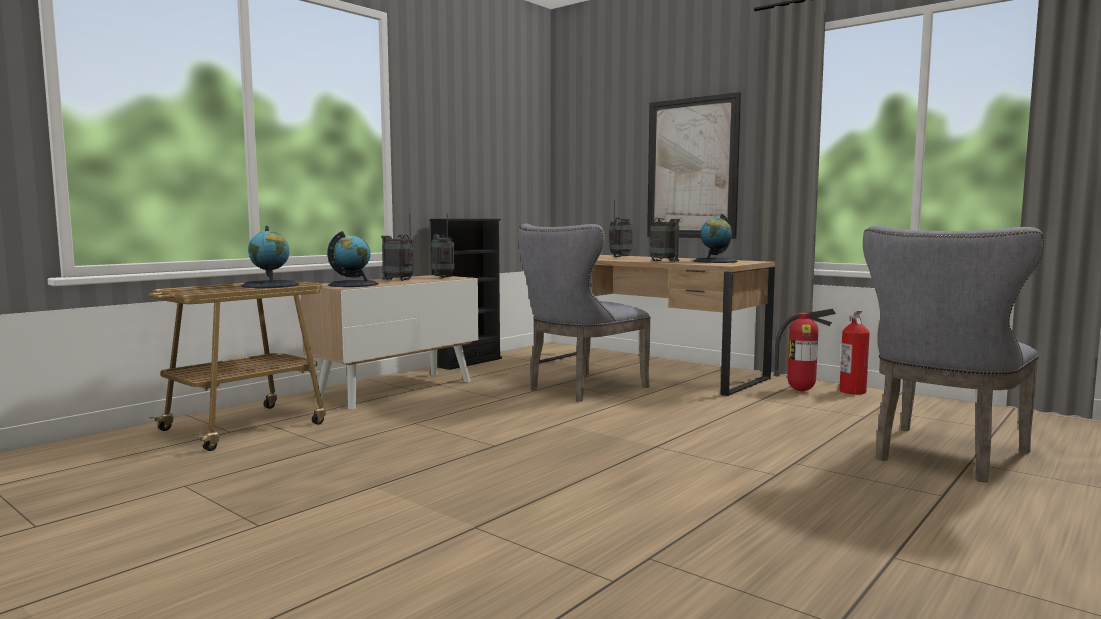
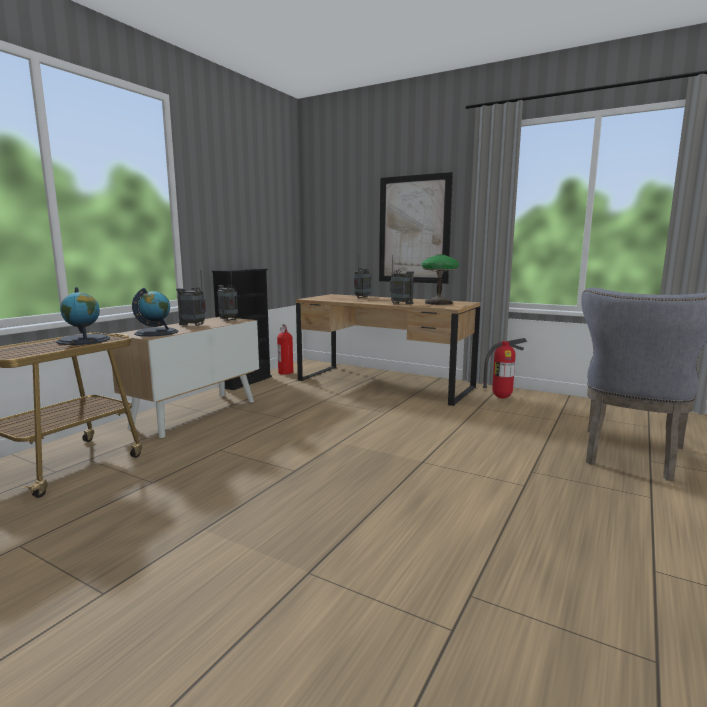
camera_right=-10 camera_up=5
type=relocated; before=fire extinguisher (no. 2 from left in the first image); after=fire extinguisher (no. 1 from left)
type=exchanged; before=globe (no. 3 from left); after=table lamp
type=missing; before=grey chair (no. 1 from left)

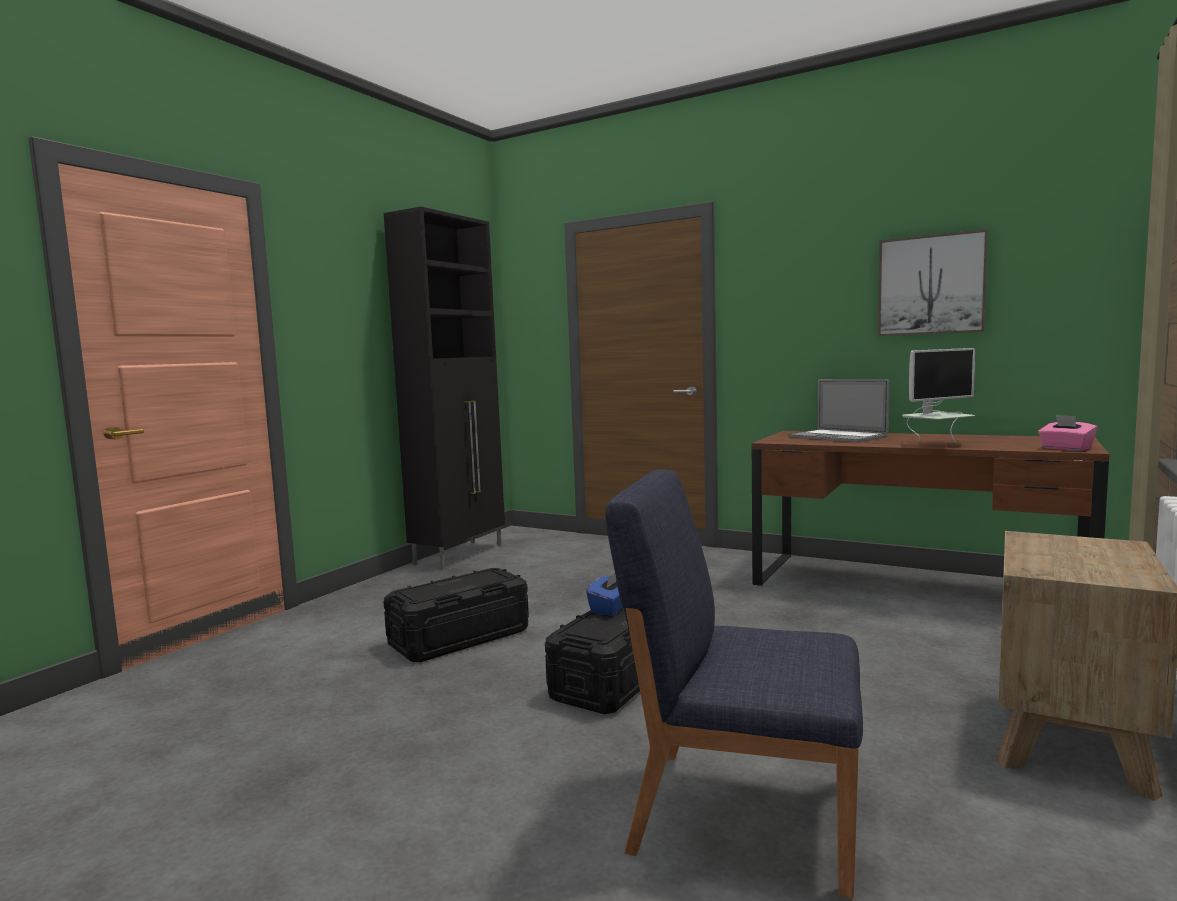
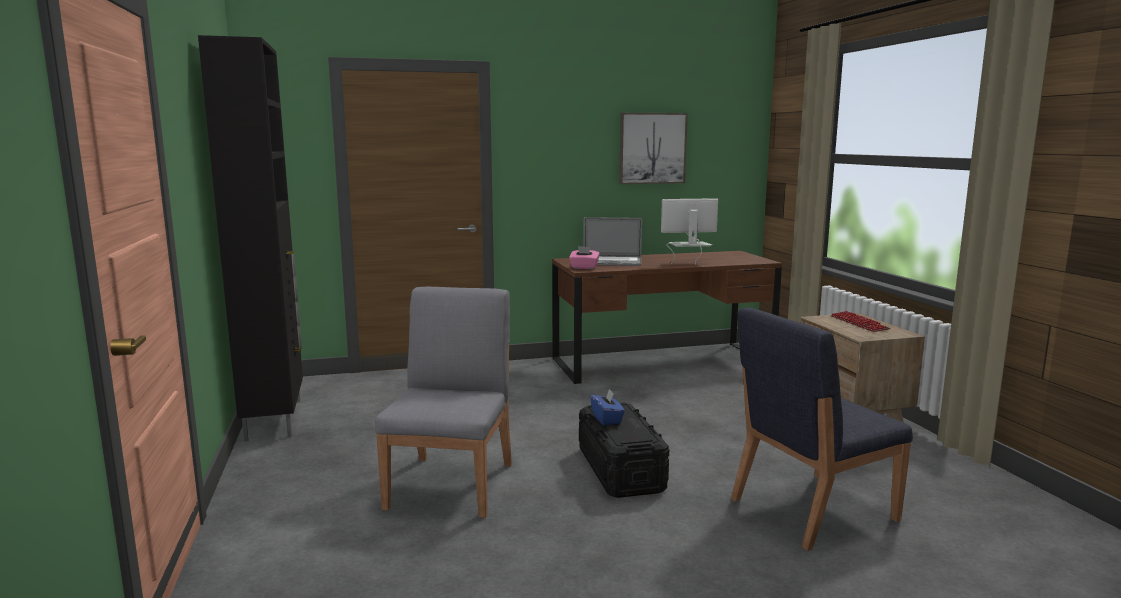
camera_right=-45 camera_up=5
type=exchanged; before=black storage box (no. 1 from left); after=grey chair
type=relocated; before=pink tissue box
type=spun; before=monitor; turn=-120
type=appeared; after=keyboard

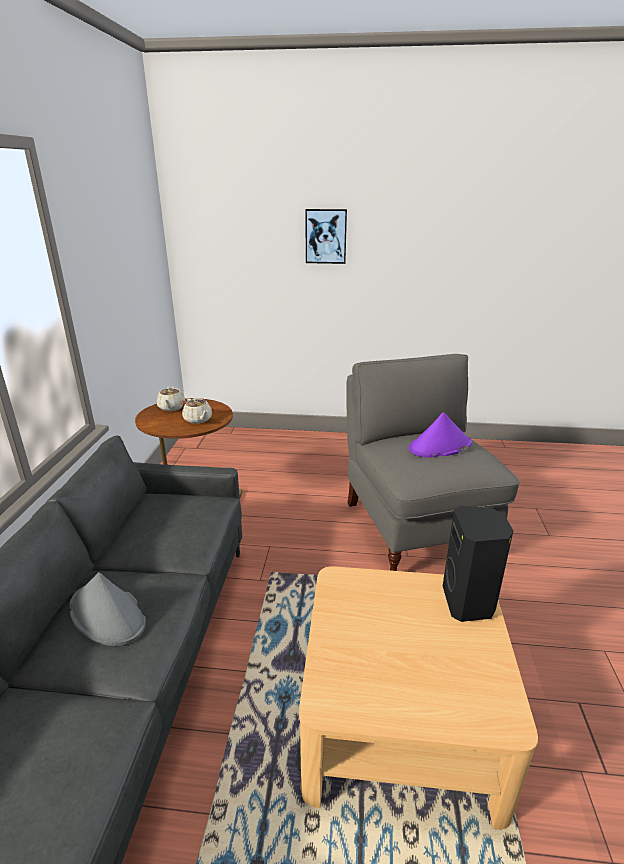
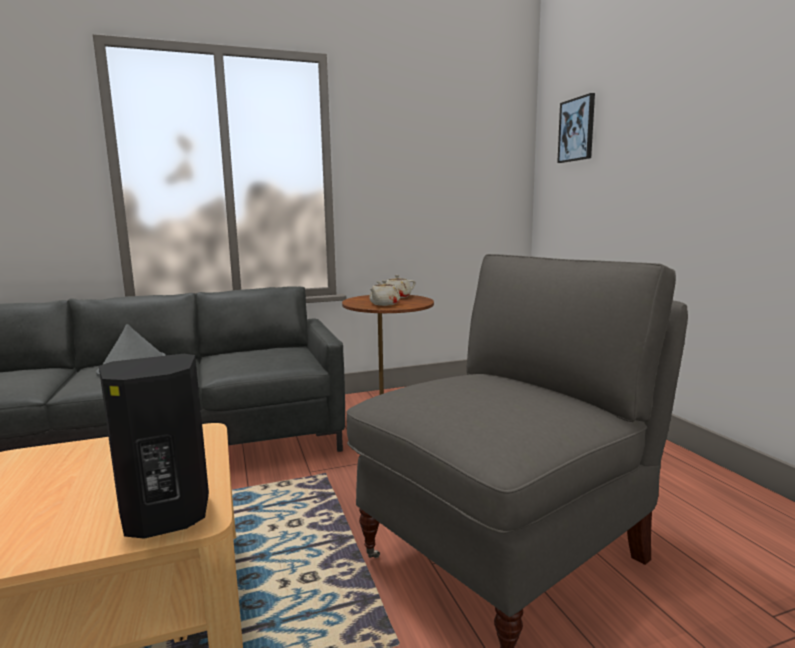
camera_right=65 camera_up=-15
type=relocated; before=picture
type=missing; before=purple hat

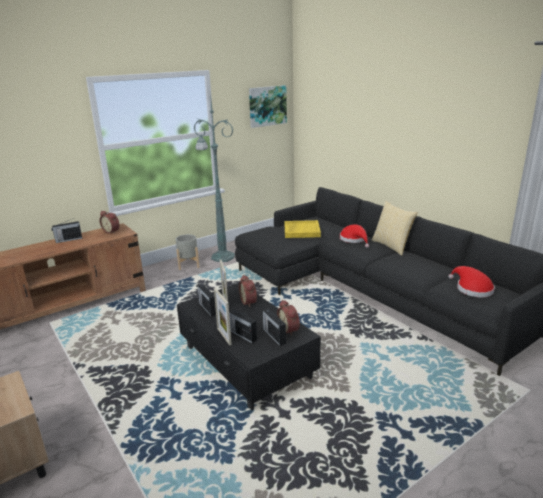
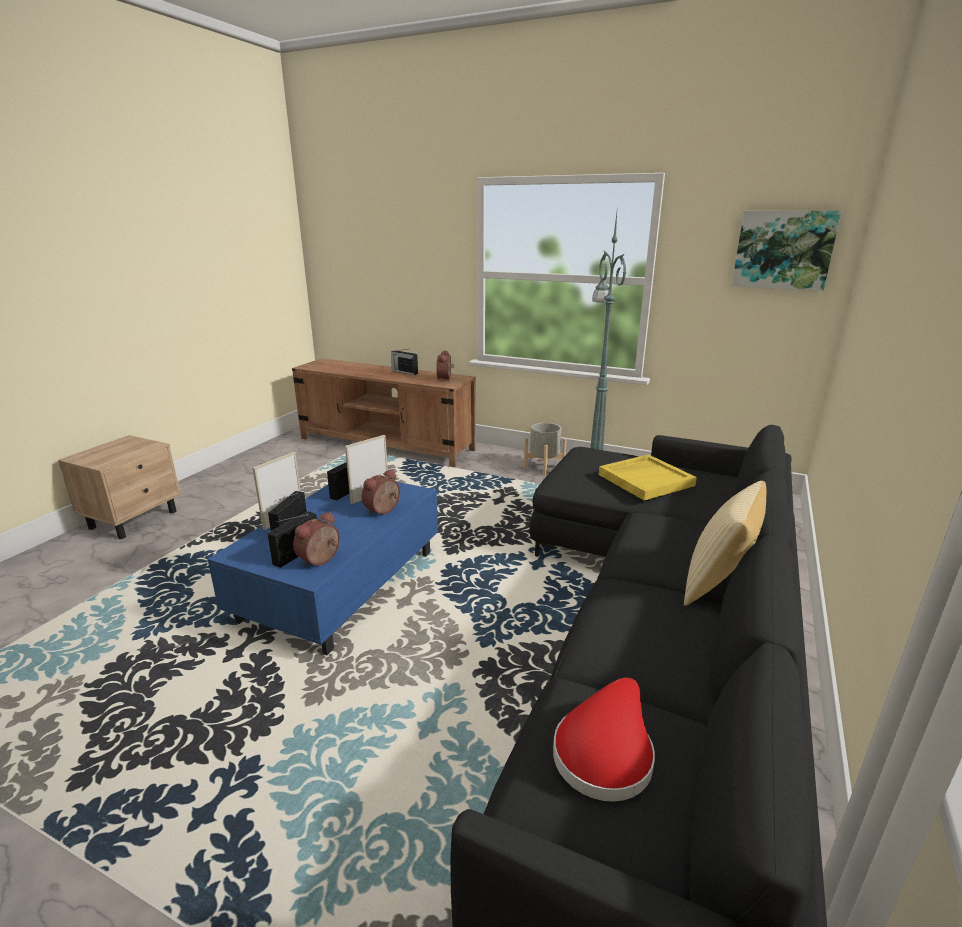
camera_right=60 camera_up=0
type=colour; before=black coffee table; after=blue coffee table
type=missing; before=red hat (no. 1 from left)

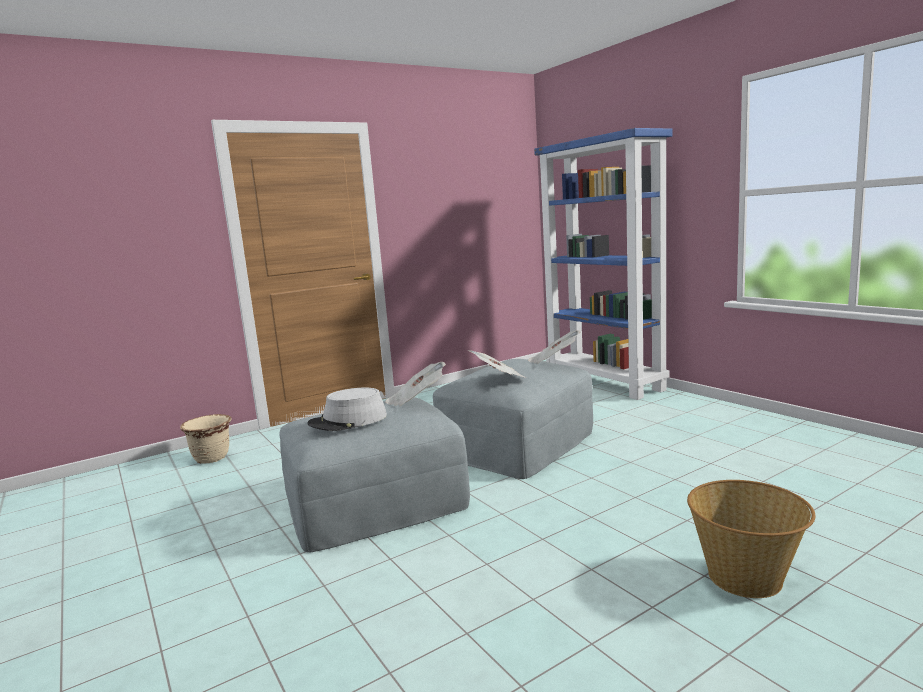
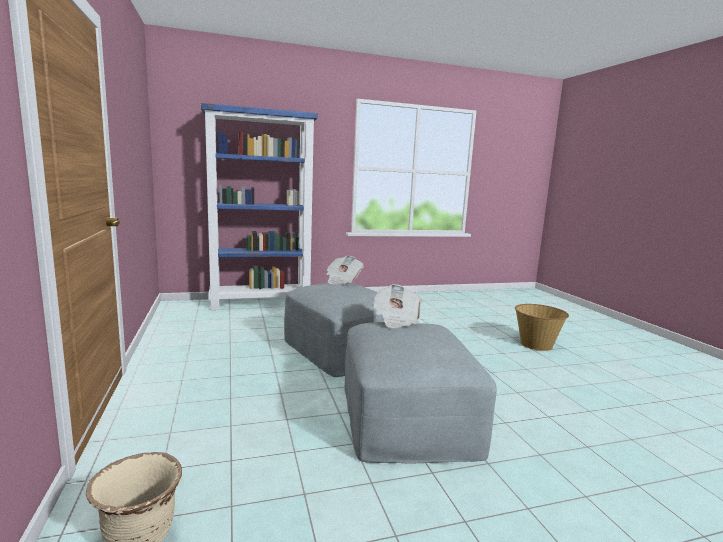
camera_right=-75 camera_up=0
type=missing; before=grey hat
type=missing; before=newspaper (no. 2 from left)

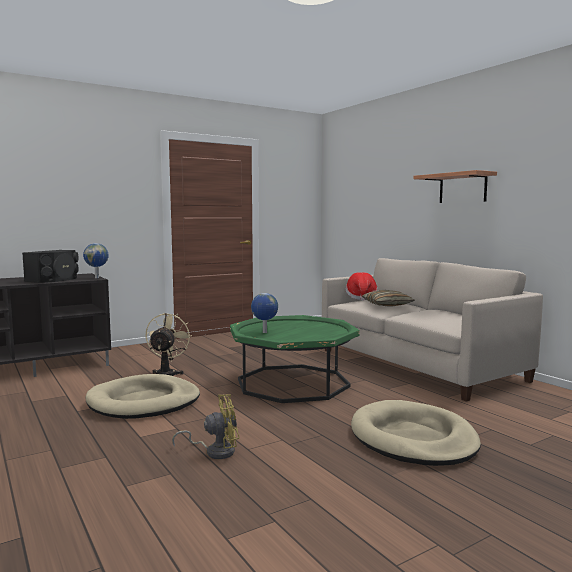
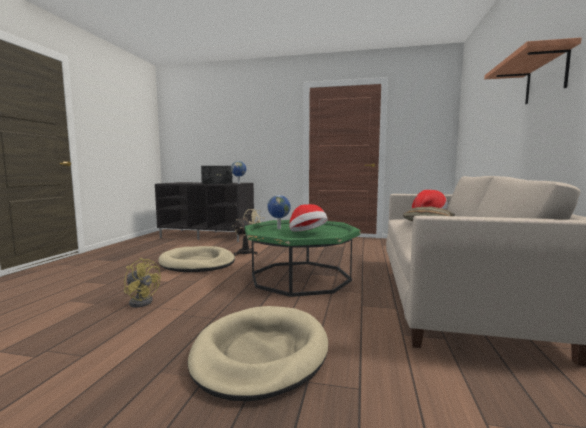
camera_right=45 camera_up=0
type=appeared; after=hat (no. 1 from left)

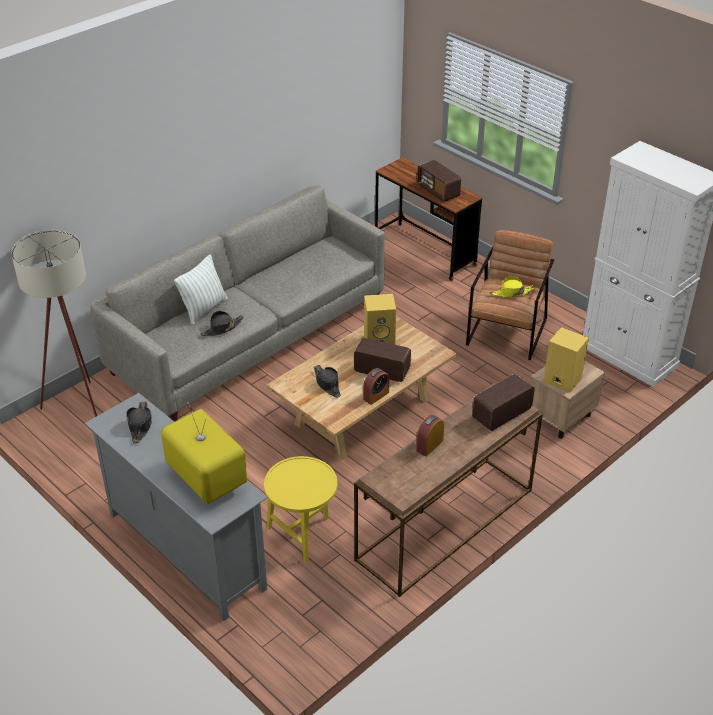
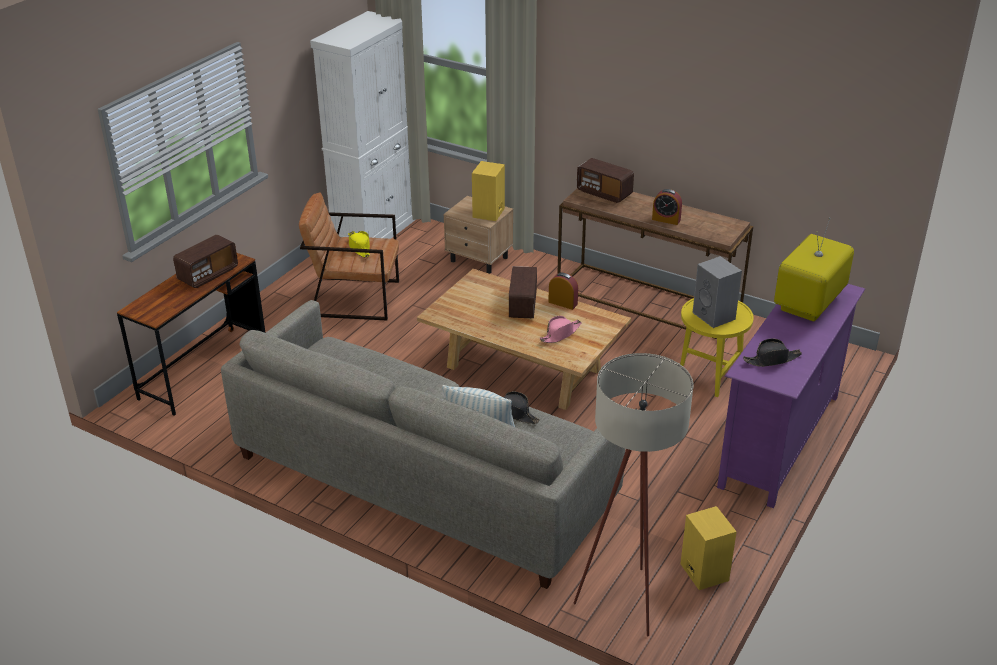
camera_right=-105 camera_up=-5
type=colour; before=black hat (no. 3 from left); after=pink hat
type=relocated; before=yellow speaker (no. 1 from left in the first image); after=yellow speaker (no. 2 from left)
type=appeared; after=grey speaker
type=colour; before=grey tv stand; after=purple tv stand

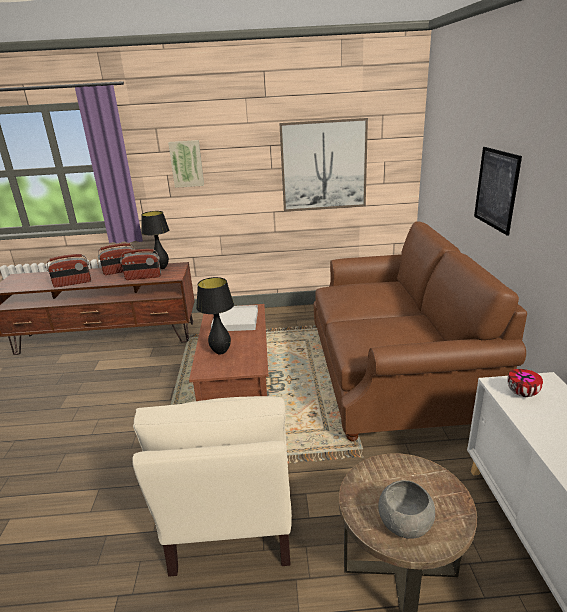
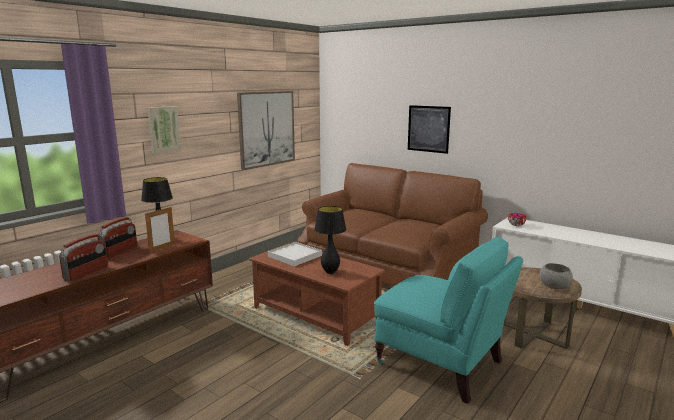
camera_right=-50 camera_up=-10
type=exchanged; before=radio (no. 3 from left); after=picture frame
type=colour; before=beige armchair; after=turquoise armchair

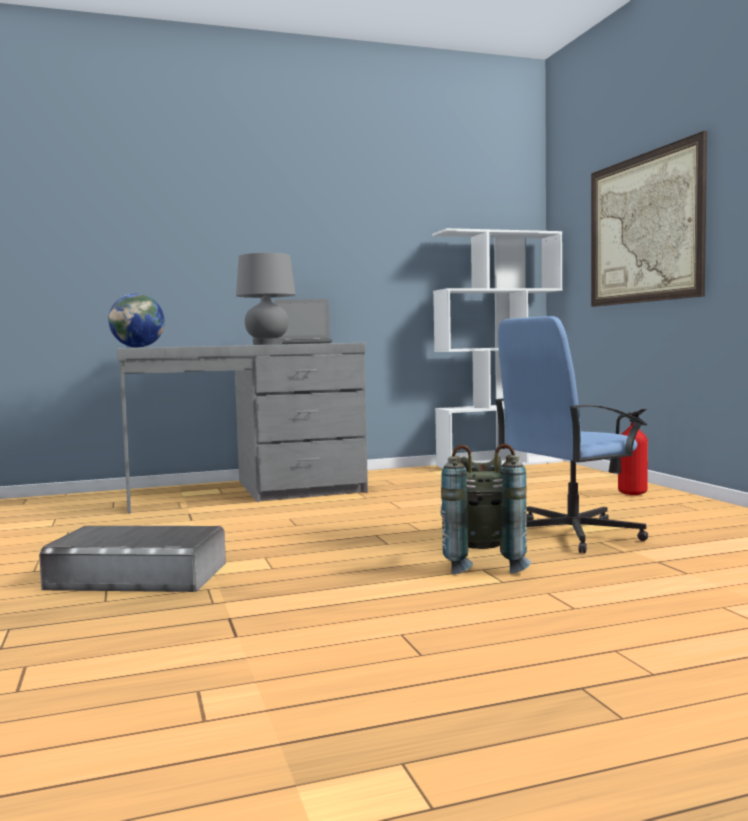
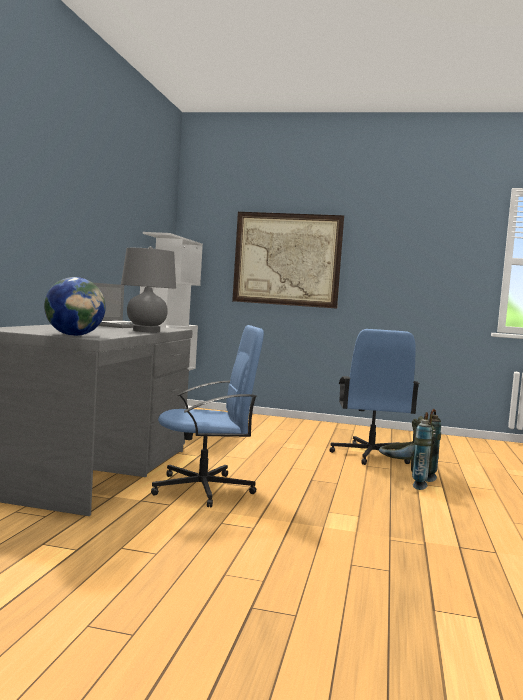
camera_right=-60 camera_up=0
type=appeared; after=blue office chair (no. 1 from left)
type=missing; before=grey storage box
type=missing; before=fire extinguisher

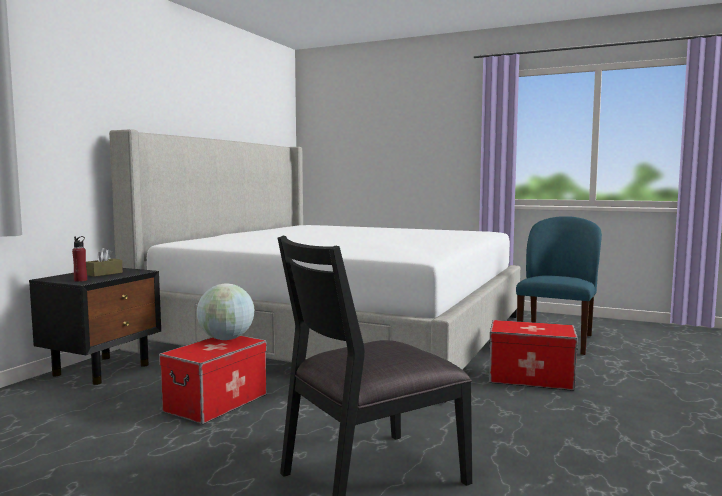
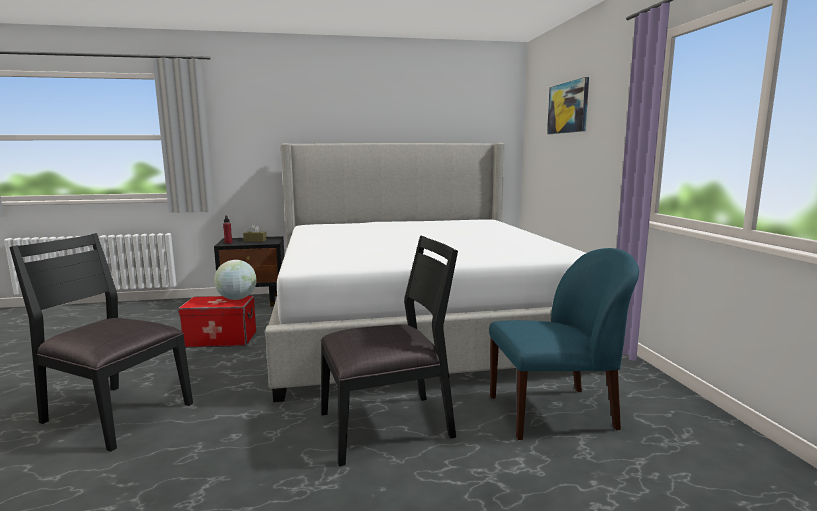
camera_right=55 camera_up=5
type=exchanged; before=storage box (no. 2 from left); after=black chair (no. 2 from left)
type=appeared; after=picture

